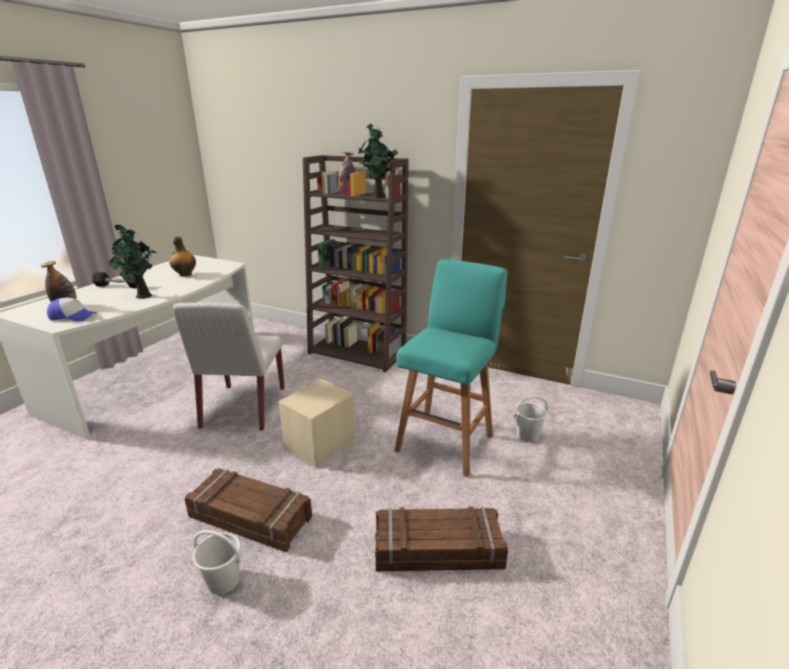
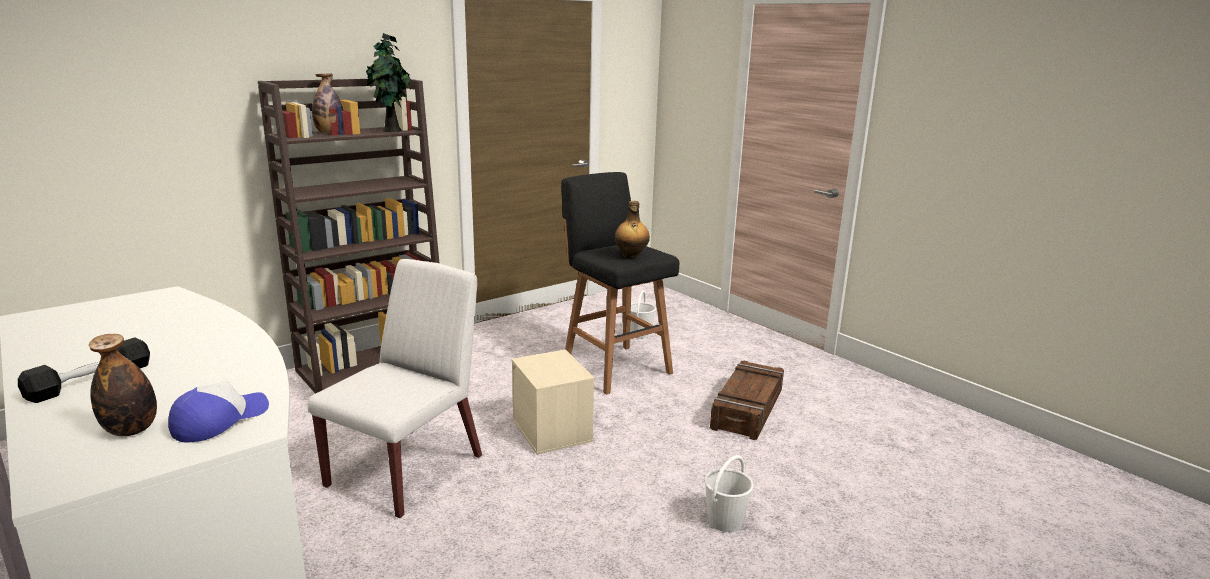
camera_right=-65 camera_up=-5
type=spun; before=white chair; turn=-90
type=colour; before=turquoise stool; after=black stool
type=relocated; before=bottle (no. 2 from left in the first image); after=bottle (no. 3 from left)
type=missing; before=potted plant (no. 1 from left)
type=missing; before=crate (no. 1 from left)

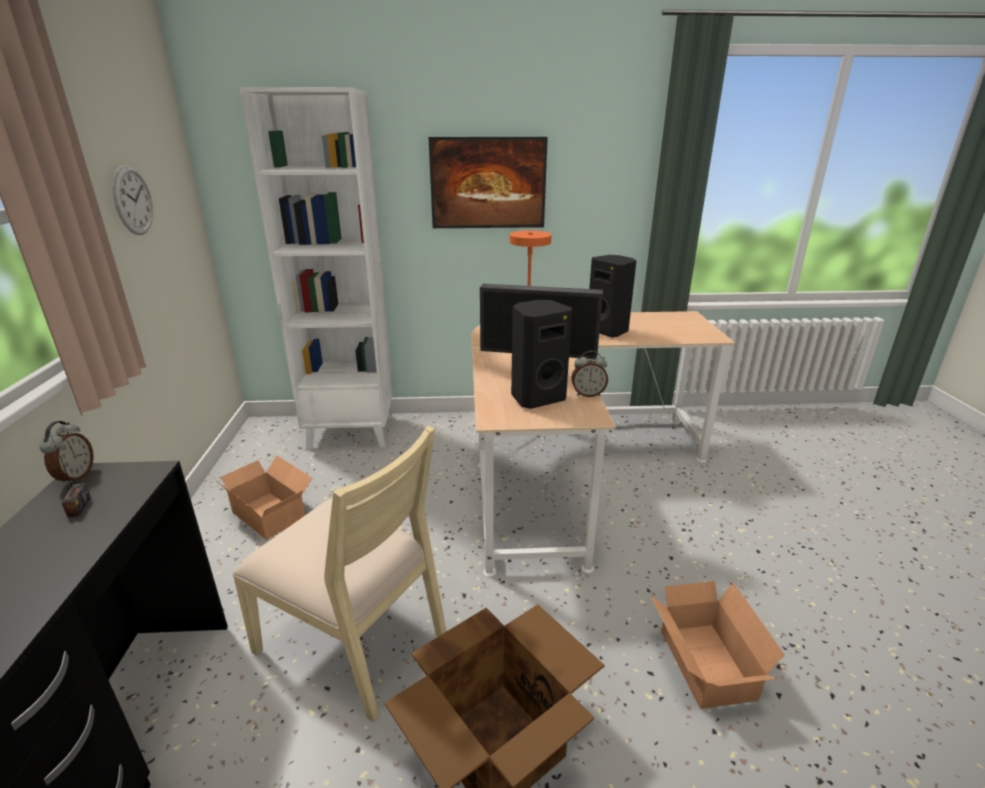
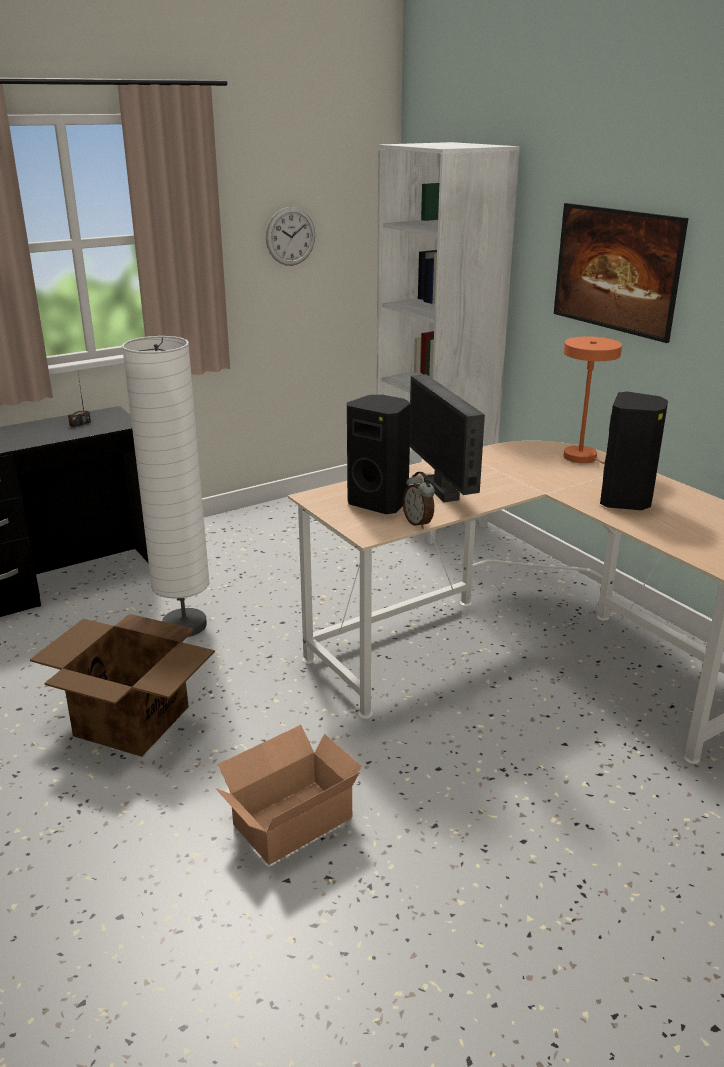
camera_right=60 camera_up=0
type=exchanged; before=beige chair; after=white floor lamp
type=missing; before=alarm clock (no. 1 from left)
type=missing; before=cardboard box (no. 1 from left)

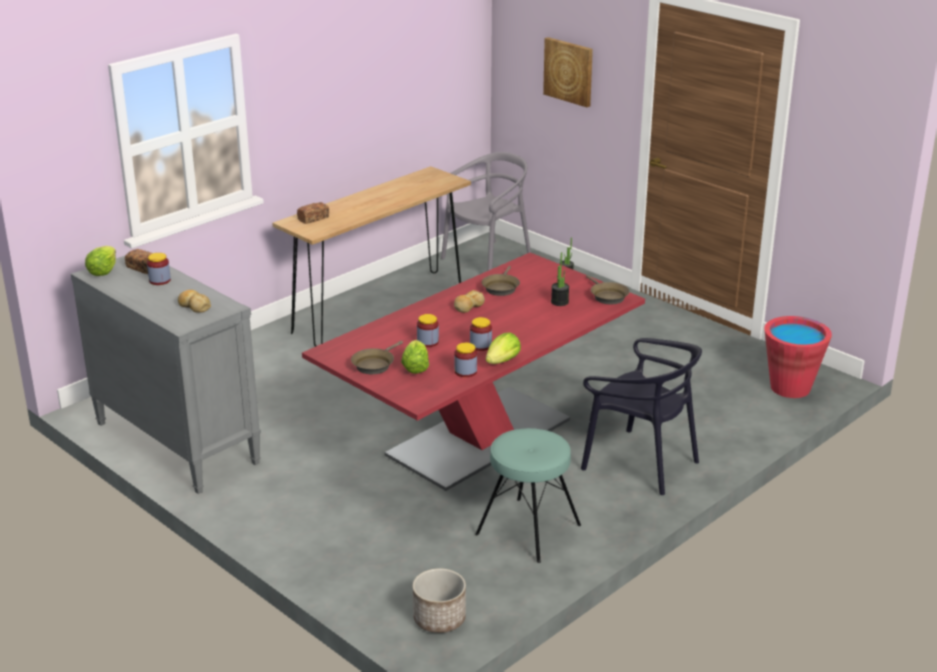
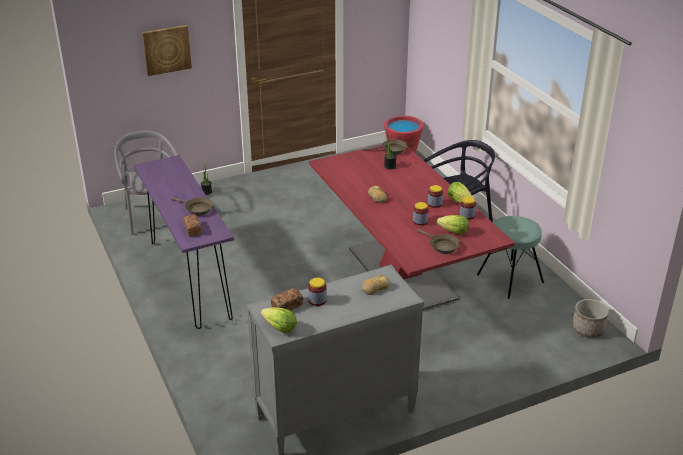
camera_right=-70 camera_up=5
type=colour; before=brown console table; after=purple console table
type=relocated; before=brown frying pan (no. 2 from left in the first image); after=brown frying pan (no. 1 from left)

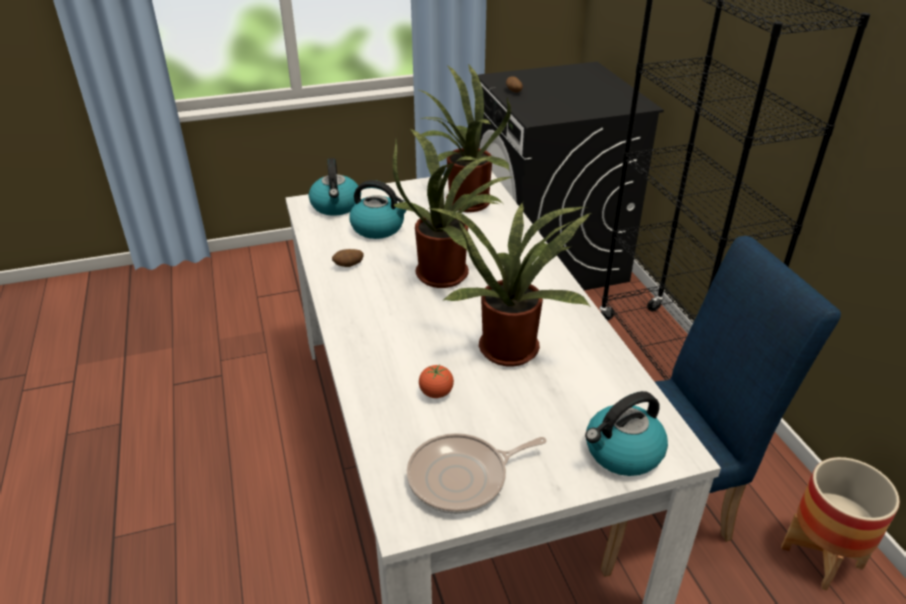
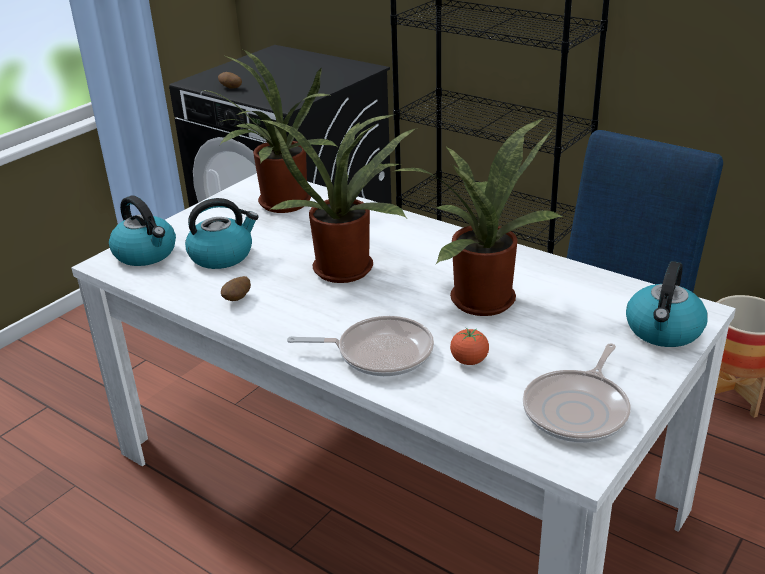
camera_right=-35 camera_up=-5
type=appeared; after=frying pan (no. 1 from left)

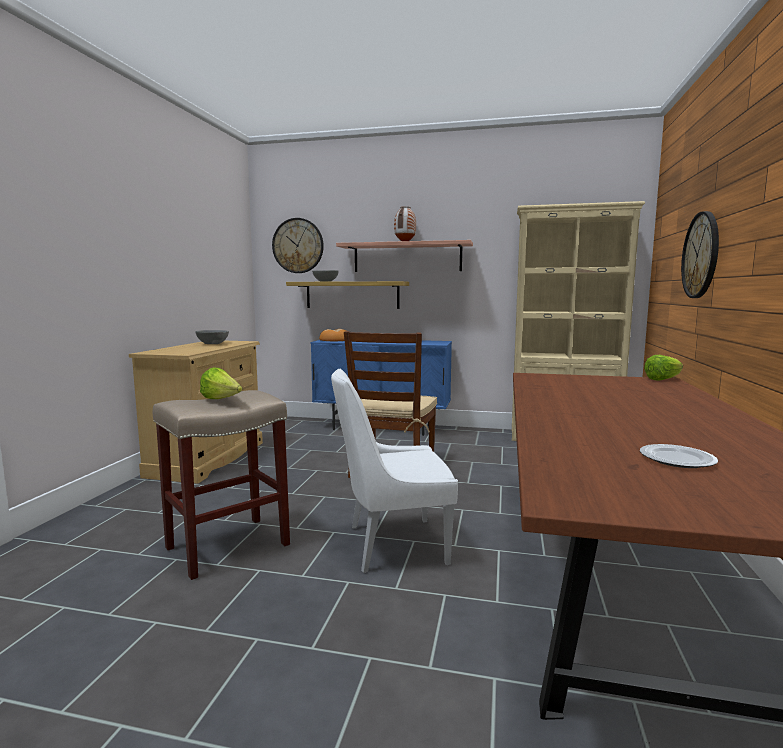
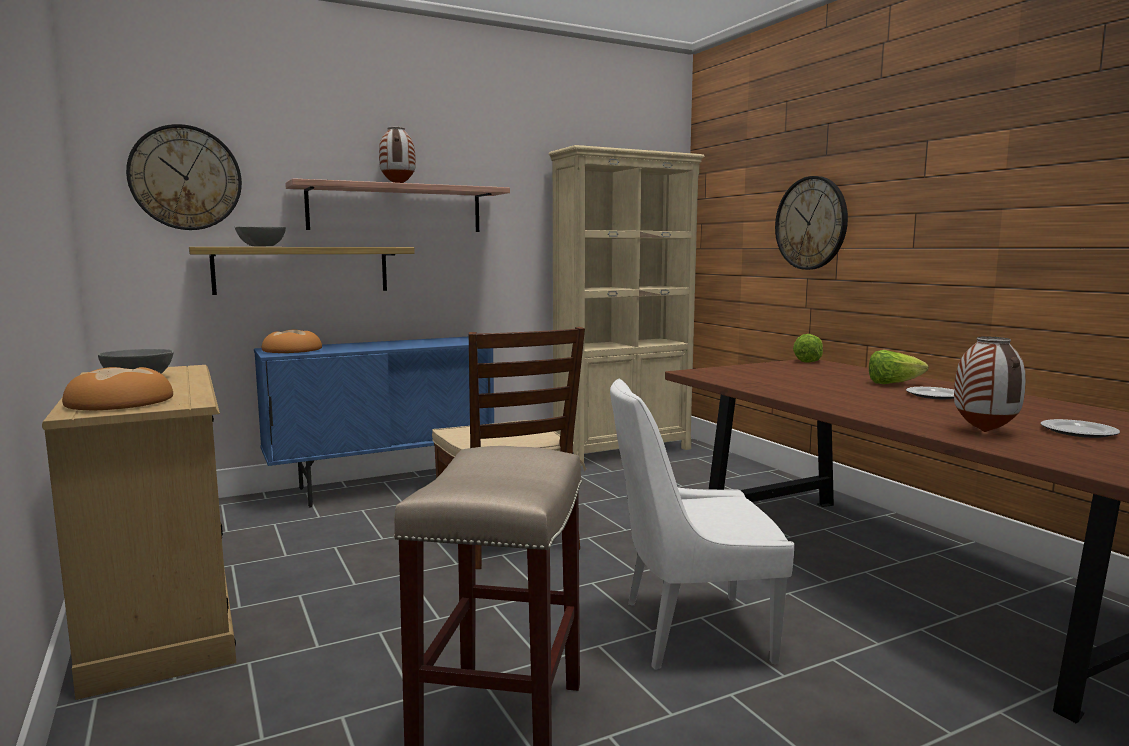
camera_right=-40 camera_up=0
type=appeared; after=bread (no. 1 from left)
type=spun; before=white chair; turn=45
type=relocated; before=lettuce (no. 1 from left in the first image); after=lettuce (no. 2 from left)
type=appeared; after=plate (no. 1 from left)
type=appeared; after=vase (no. 2 from left)

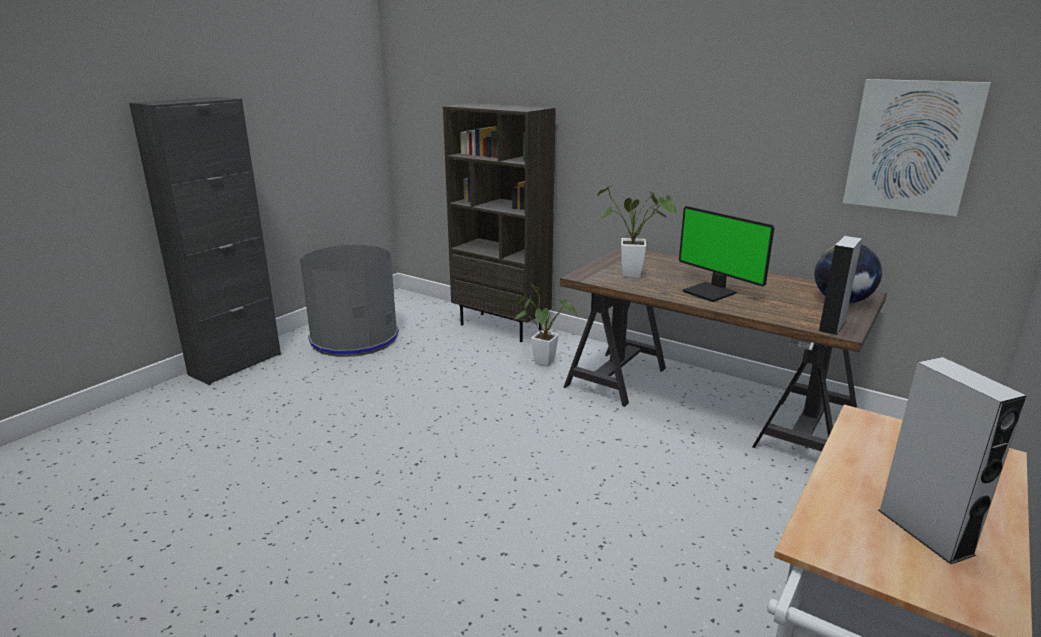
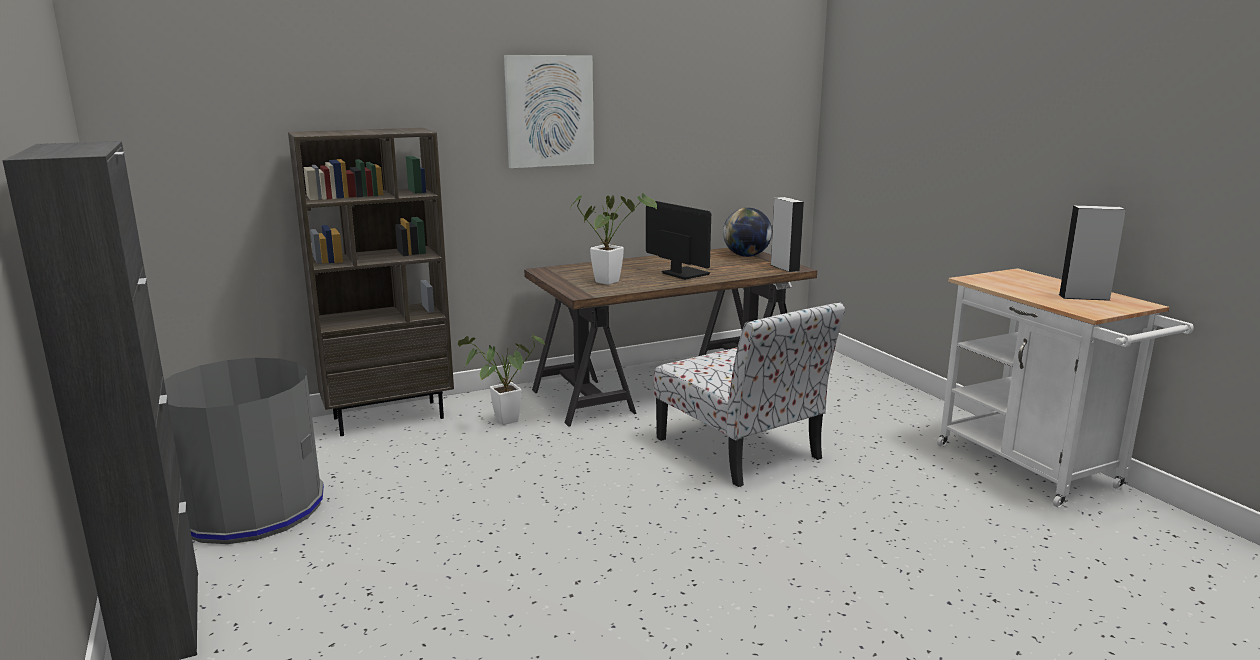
camera_right=-60 camera_up=-5
type=relocated; before=picture
type=spun; before=monitor; turn=-120
type=appeared; after=chair

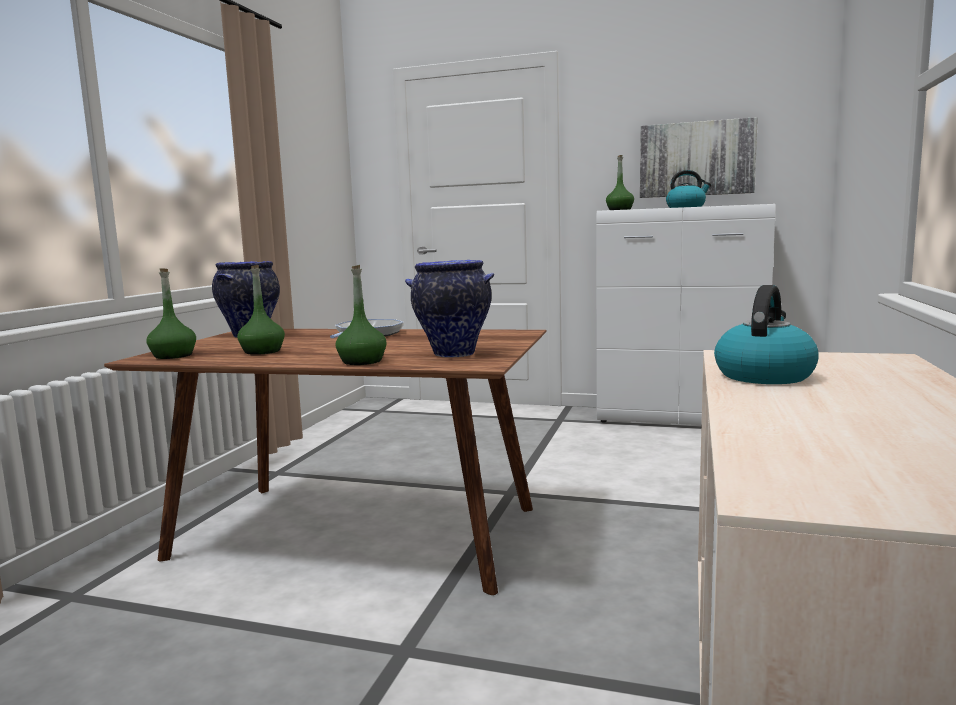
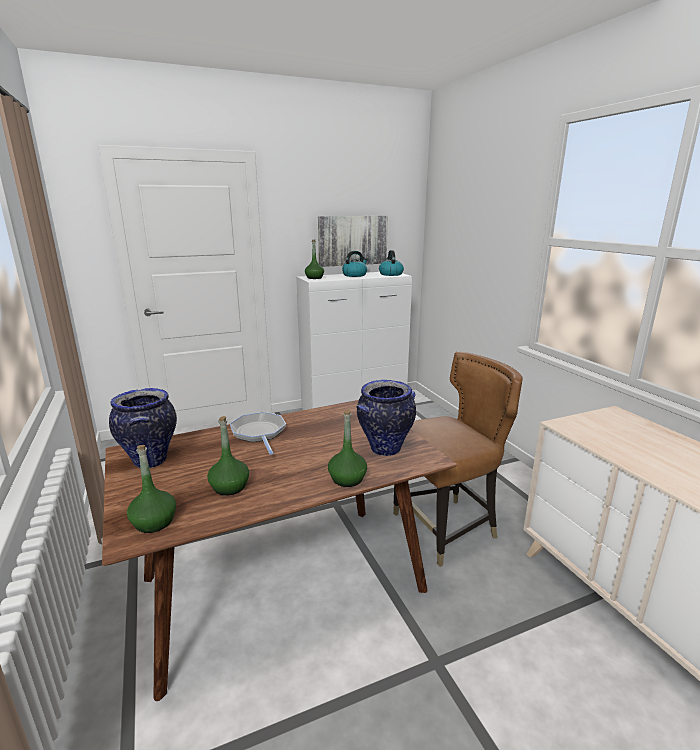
camera_right=-40 camera_up=10
type=relocated; before=kettle (no. 2 from left)
type=appeared; after=brown chair

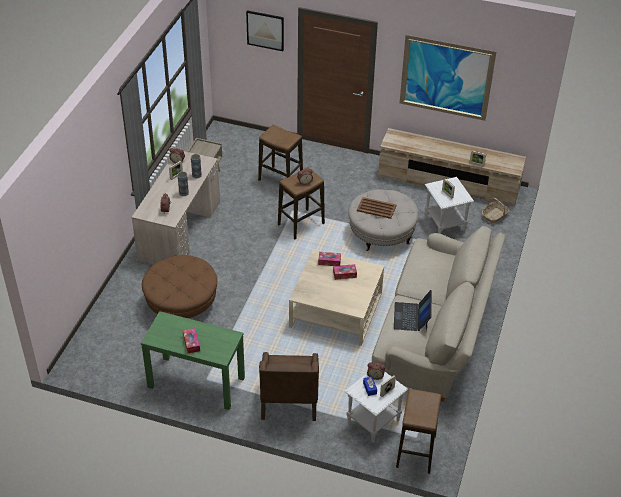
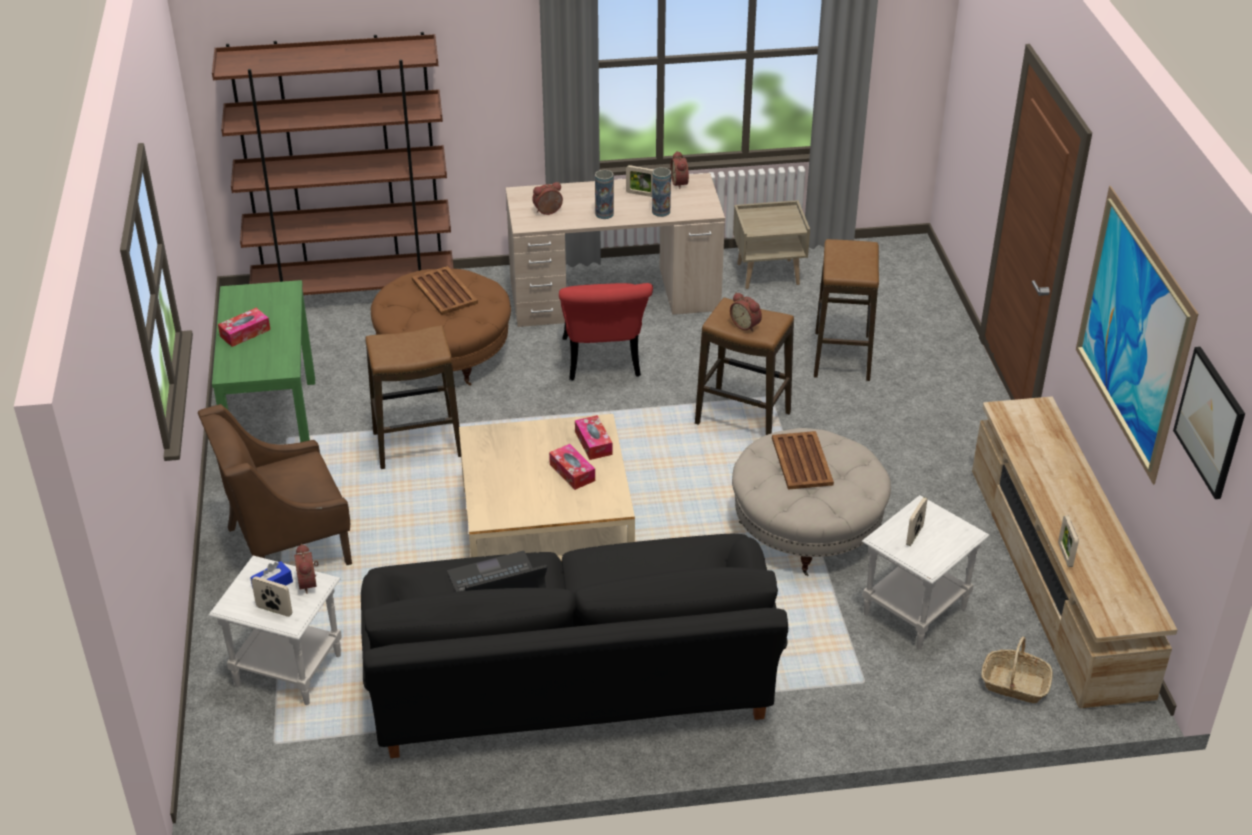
camera_right=65 camera_up=-5
type=appeared; after=brown bookcase
type=colour; before=beige sofa; after=black sofa
type=relocated; before=stool (no. 3 from left in the first image); after=stool (no. 1 from left)
type=appeared; after=brown tray (no. 1 from left)
type=appeared; after=red chair
type=relocated; before=picture (no. 1 from left in the first image); after=picture (no. 2 from left)

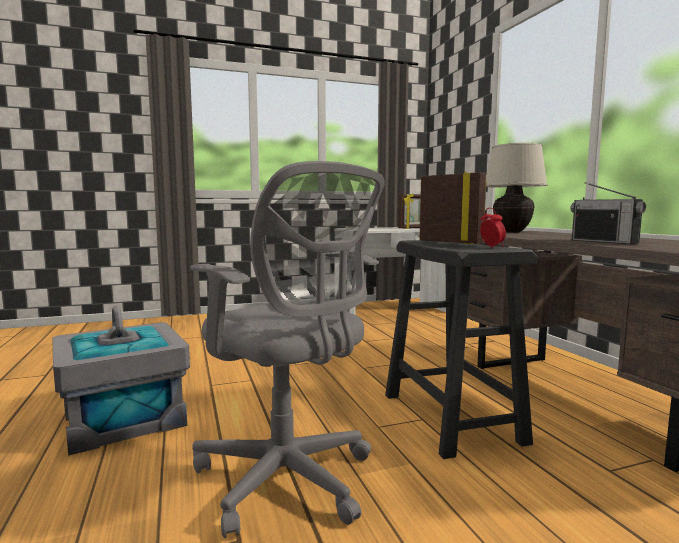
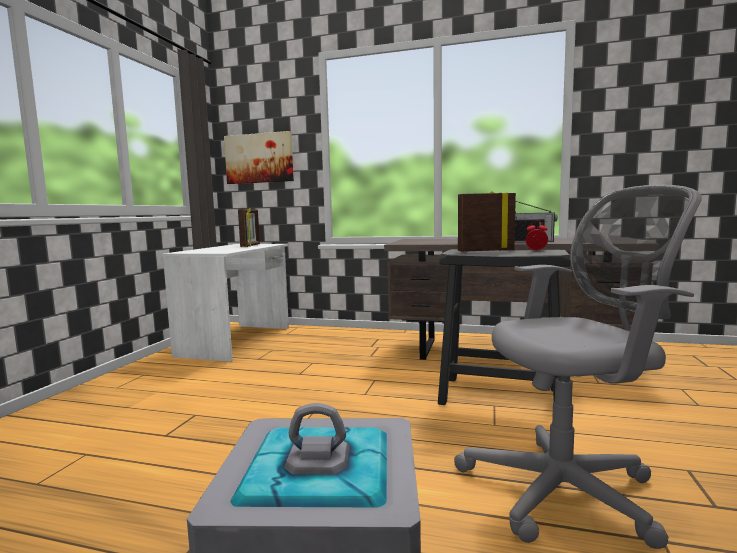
camera_right=-55 camera_up=0
type=appeared; after=picture
type=missing; before=beige table lamp

